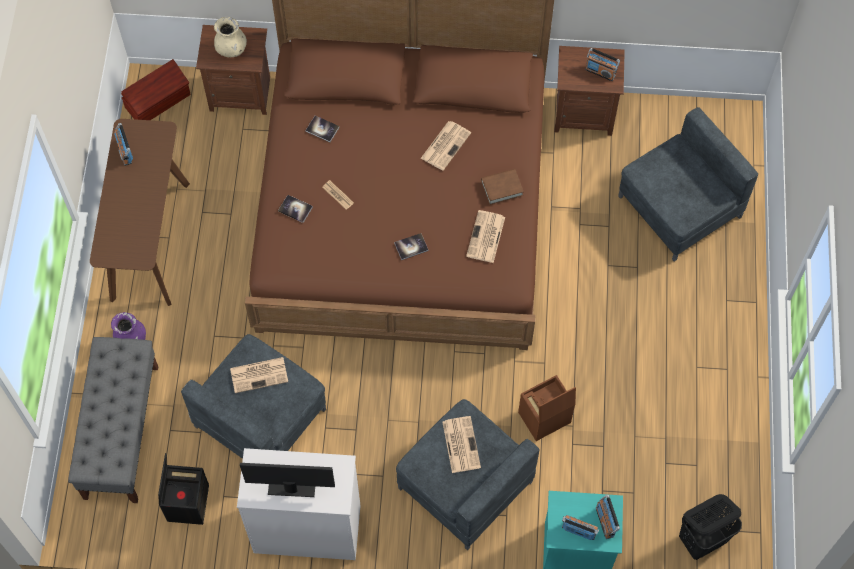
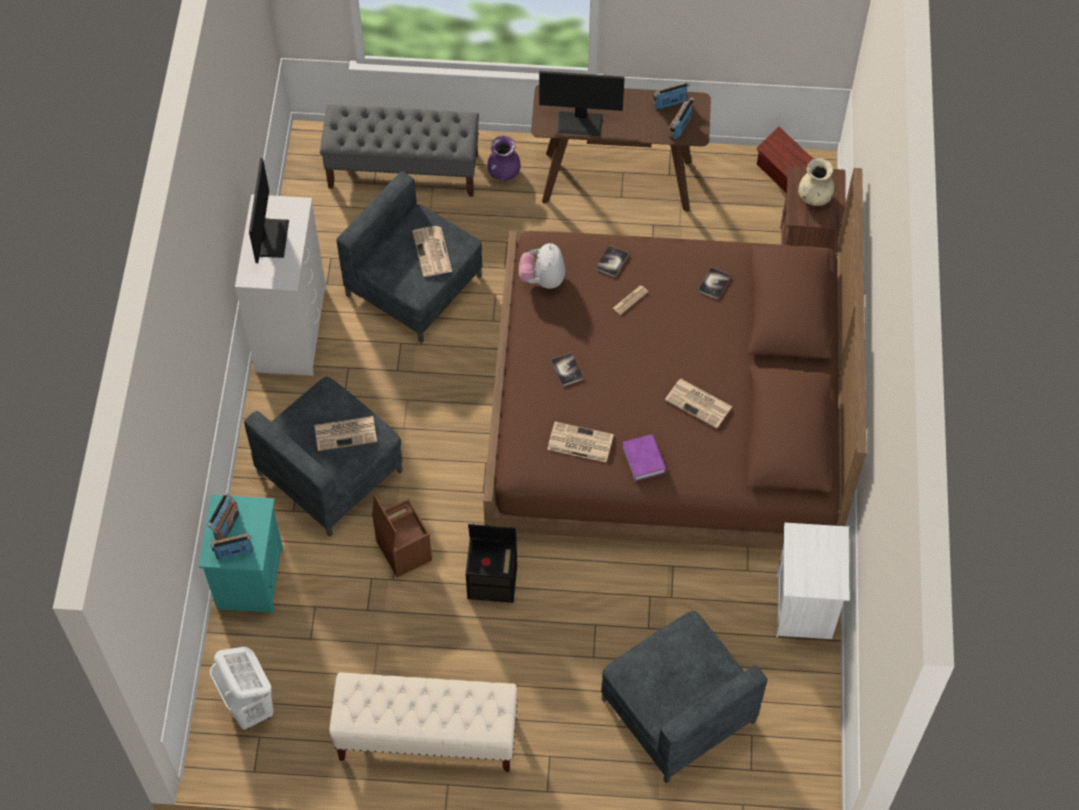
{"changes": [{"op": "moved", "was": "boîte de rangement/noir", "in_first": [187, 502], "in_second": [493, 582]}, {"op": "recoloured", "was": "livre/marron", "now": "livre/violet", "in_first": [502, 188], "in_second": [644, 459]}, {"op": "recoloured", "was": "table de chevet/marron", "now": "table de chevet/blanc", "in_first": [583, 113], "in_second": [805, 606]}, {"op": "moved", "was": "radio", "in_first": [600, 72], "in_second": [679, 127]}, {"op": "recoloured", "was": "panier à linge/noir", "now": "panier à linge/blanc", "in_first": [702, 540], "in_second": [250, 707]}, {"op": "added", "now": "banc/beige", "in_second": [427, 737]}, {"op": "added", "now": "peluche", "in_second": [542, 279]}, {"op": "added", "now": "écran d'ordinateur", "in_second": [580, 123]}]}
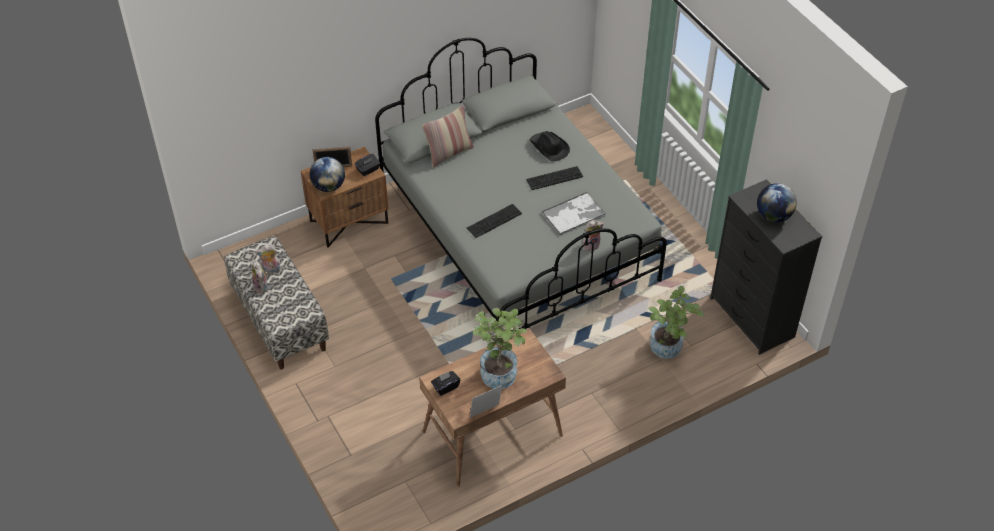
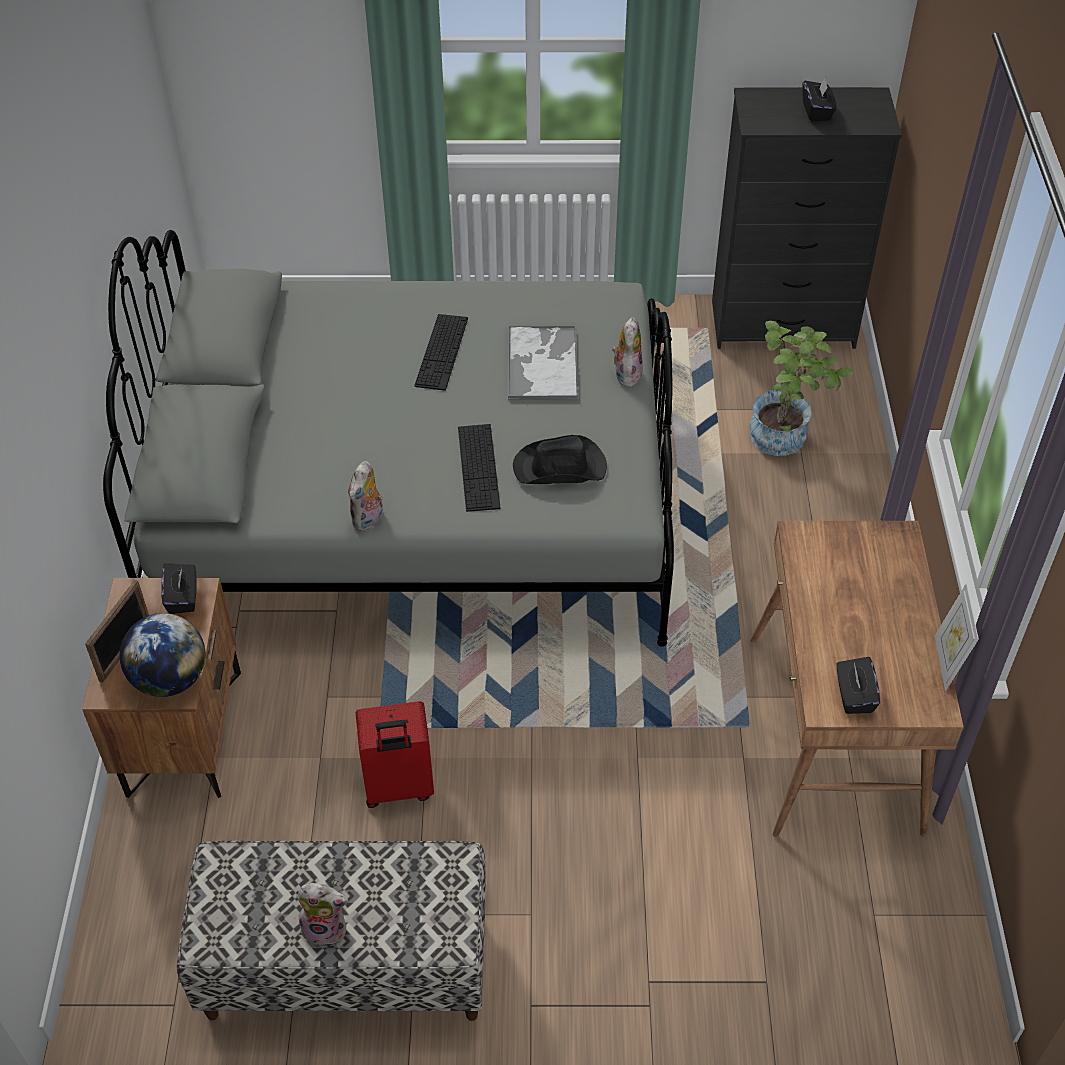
{"changes": [{"op": "moved", "was": "peluche", "in_first": [271, 270], "in_second": [369, 520]}, {"op": "removed", "was": "coussin", "in_first": [449, 153]}, {"op": "removed", "was": "plante en pot", "in_first": [499, 370]}, {"op": "moved", "was": "chapeau/noir", "in_first": [549, 147], "in_second": [560, 467]}, {"op": "replaced", "was": "globe", "now": "boîte à mouchoirs/noir", "in_first": [773, 216], "in_second": [817, 111]}, {"op": "added", "now": "valise/rouge", "in_second": [398, 788]}]}
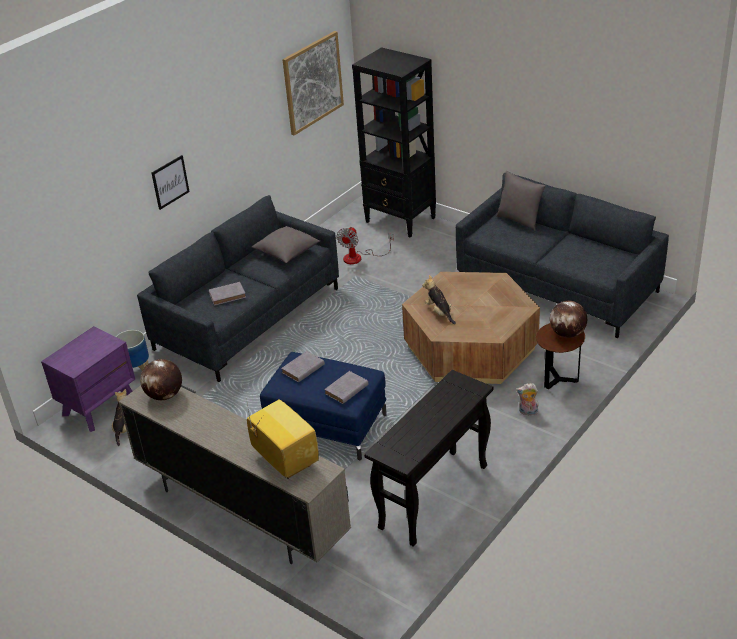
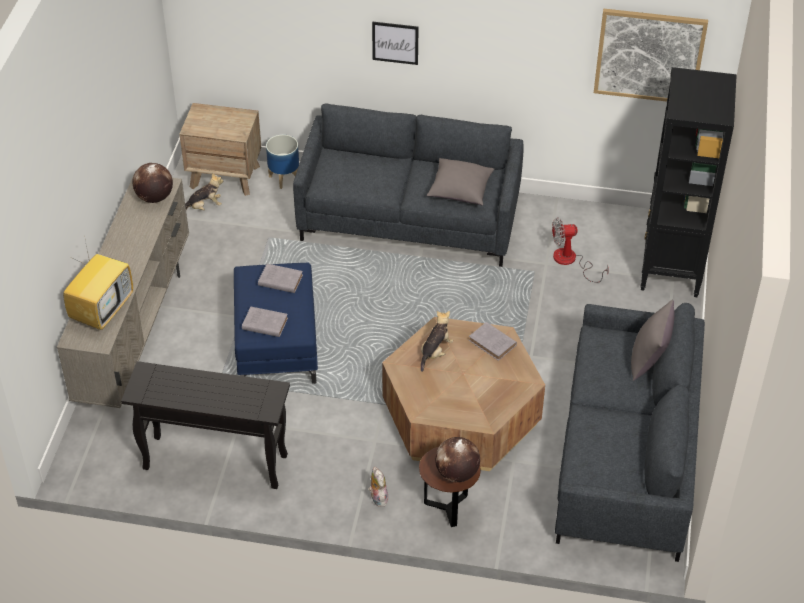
{"changes": [{"op": "recoloured", "was": "table de chevet/violet", "now": "table de chevet/marron", "in_first": [99, 406], "in_second": [225, 176]}, {"op": "moved", "was": "livre/gris", "in_first": [228, 295], "in_second": [493, 343]}]}
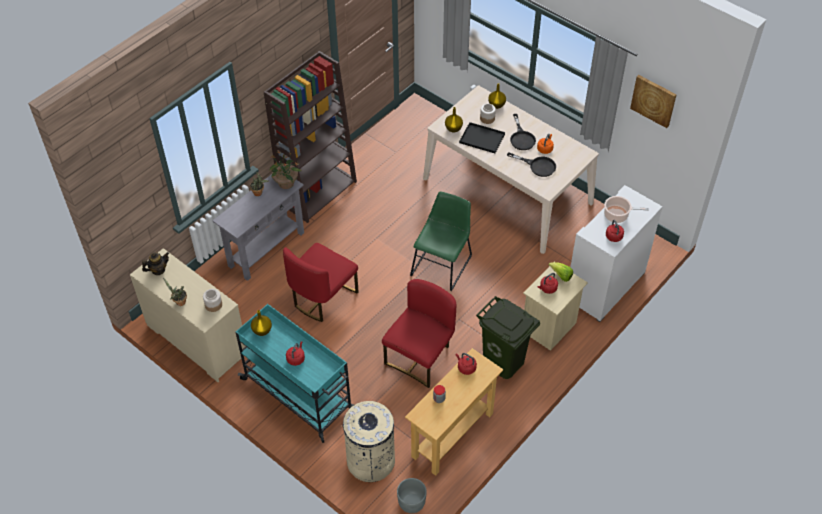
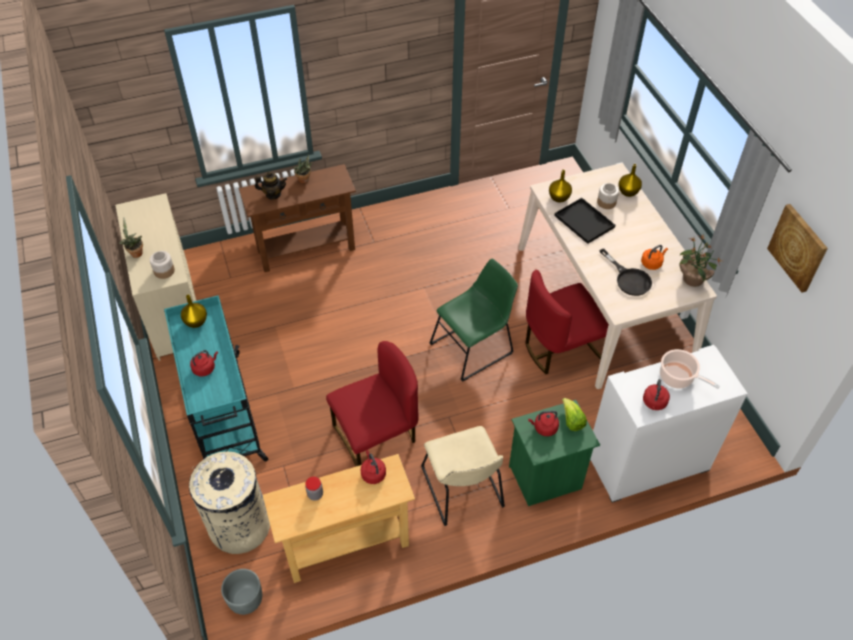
{"changes": [{"op": "moved", "was": "théière", "in_first": [158, 270], "in_second": [273, 194]}, {"op": "recoloured", "was": "table console/gris", "now": "table console/marron", "in_first": [266, 249], "in_second": [306, 249]}, {"op": "removed", "was": "bibliothèque/marron", "in_first": [318, 192]}, {"op": "moved", "was": "plante en pot", "in_first": [286, 183], "in_second": [693, 279]}, {"op": "moved", "was": "chaise/rouge", "in_first": [323, 297], "in_second": [561, 348]}, {"op": "replaced", "was": "poubelle/vert", "now": "chaise/beige", "in_first": [503, 362], "in_second": [463, 490]}, {"op": "removed", "was": "poêle/noir", "in_first": [521, 138]}, {"op": "recoloured", "was": "table de chevet/beige", "now": "table de chevet/vert", "in_first": [550, 327], "in_second": [546, 478]}]}
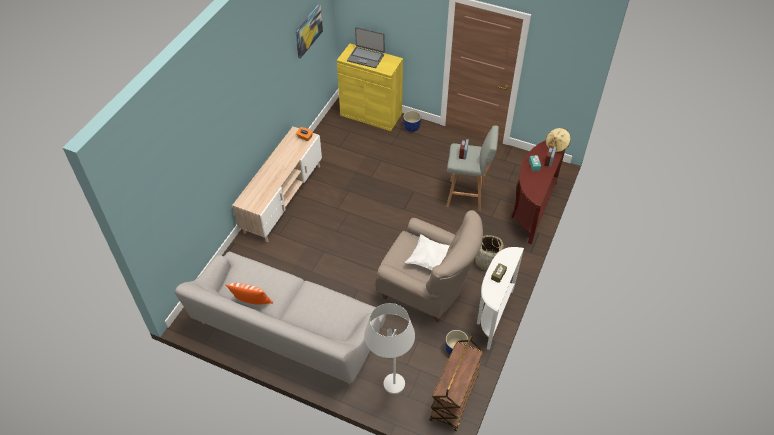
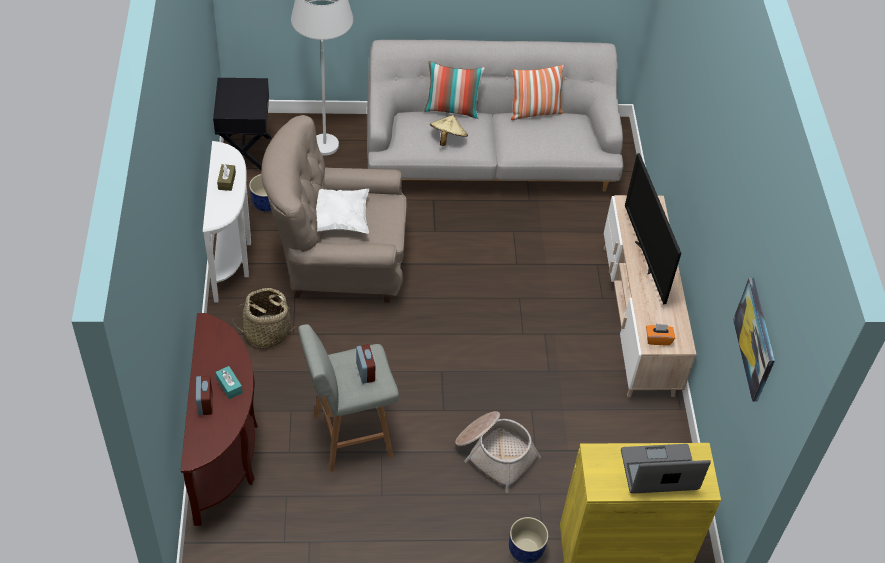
{"changes": [{"op": "replaced", "was": "chariot/marron", "now": "table de chevet/noir", "in_first": [454, 398], "in_second": [245, 154]}, {"op": "moved", "was": "chapeau/beige", "in_first": [556, 146], "in_second": [447, 139]}, {"op": "added", "now": "coussin", "in_second": [452, 109]}, {"op": "added", "now": "panier", "in_second": [494, 453]}, {"op": "added", "now": "téléviseur", "in_second": [646, 257]}]}
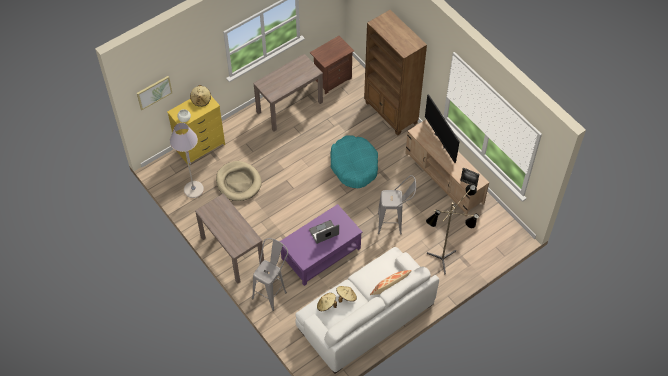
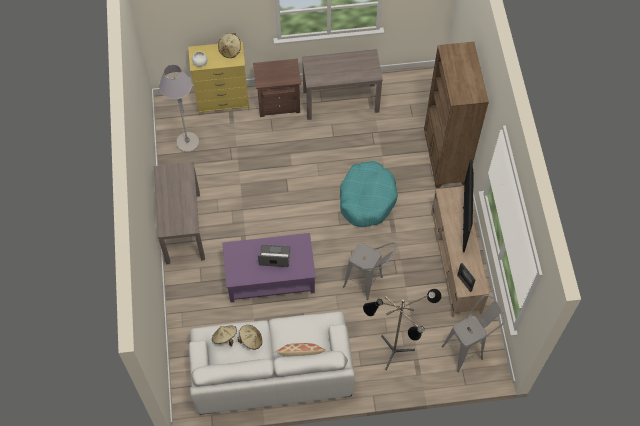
{"changes": [{"op": "removed", "was": "tableau", "in_first": [154, 92]}, {"op": "removed", "was": "panier pour chien/beige", "in_first": [238, 182]}, {"op": "moved", "was": "tabouret/gris", "in_first": [272, 291], "in_second": [467, 349]}, {"op": "moved", "was": "table de chevet/marron", "in_first": [332, 79], "in_second": [279, 103]}]}
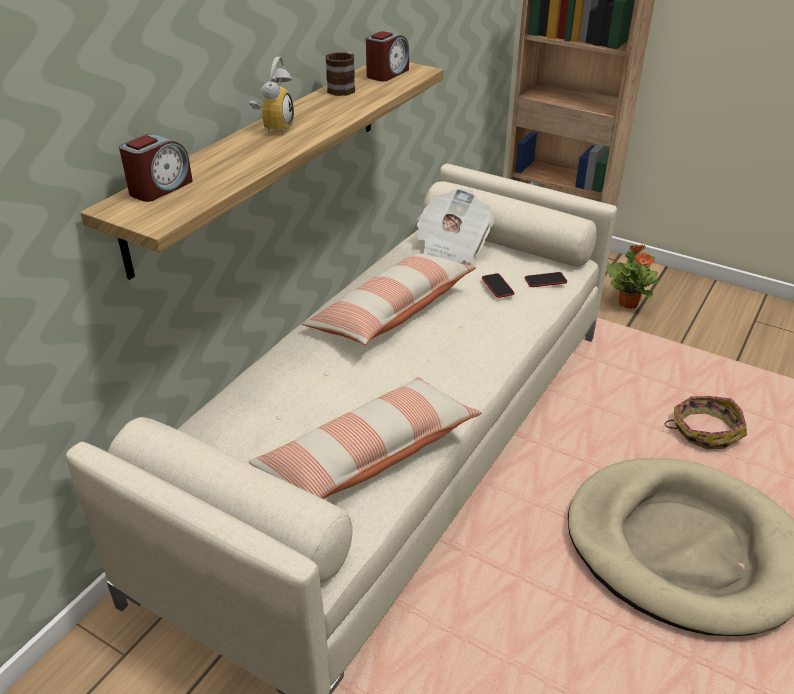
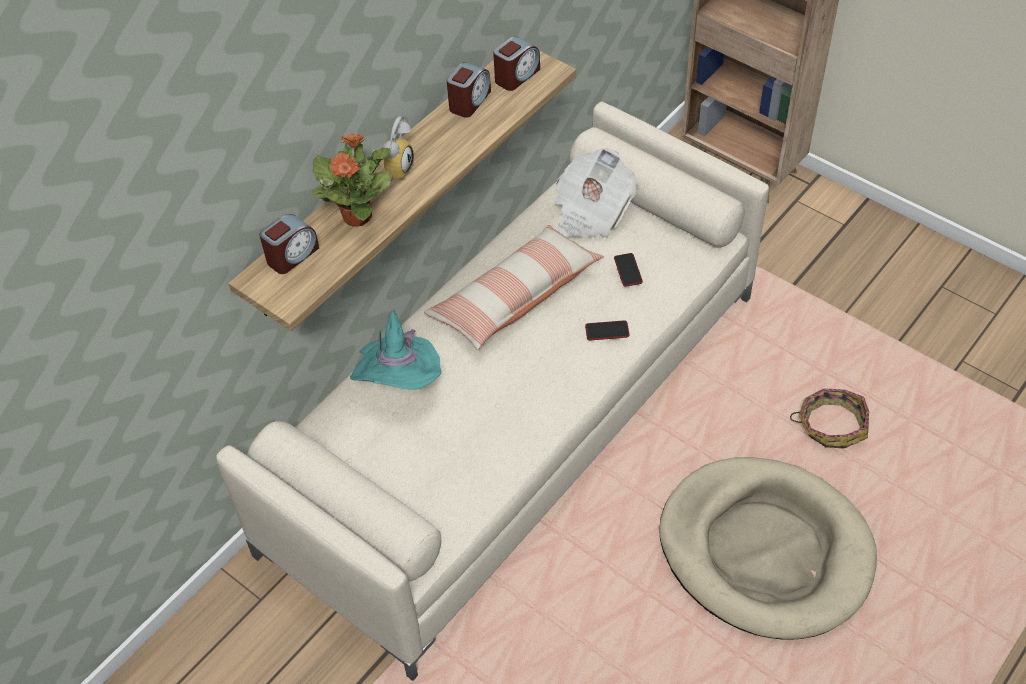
{"changes": [{"op": "removed", "was": "coussin", "in_first": [368, 455]}, {"op": "replaced", "was": "mug", "now": "réveil", "in_first": [344, 88], "in_second": [469, 101]}, {"op": "moved", "was": "téléphone", "in_first": [545, 280], "in_second": [607, 331]}, {"op": "moved", "was": "plante en pot", "in_first": [628, 303], "in_second": [358, 215]}, {"op": "added", "now": "chapeau/turquoise", "in_second": [401, 381]}]}
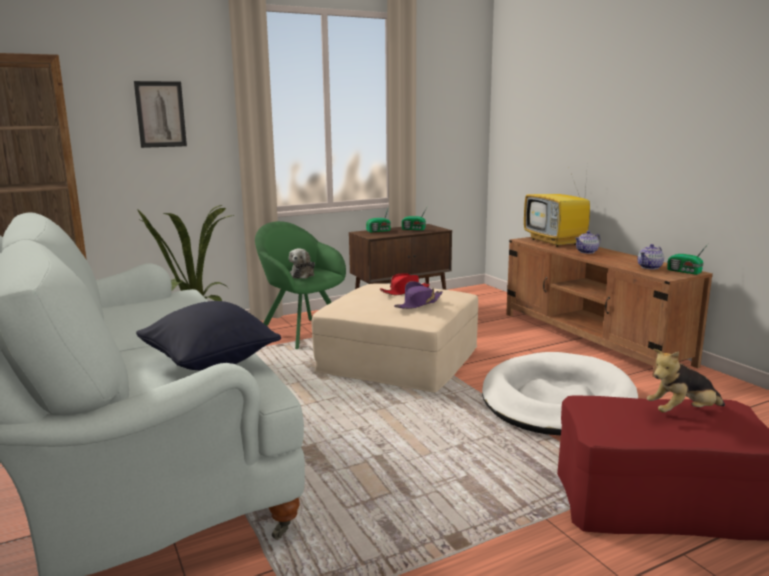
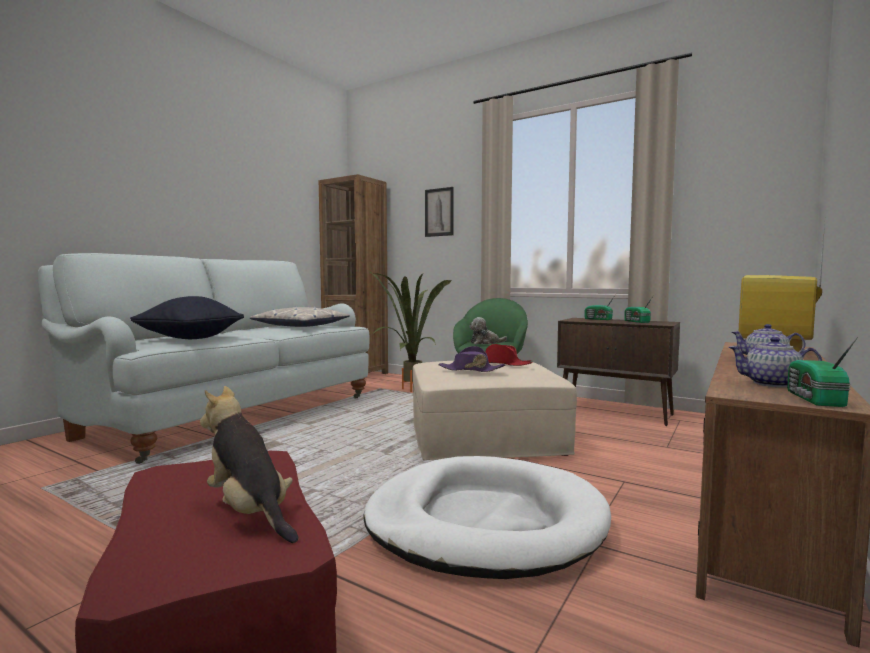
{"changes": [{"op": "added", "now": "coussin", "in_second": [301, 326]}]}
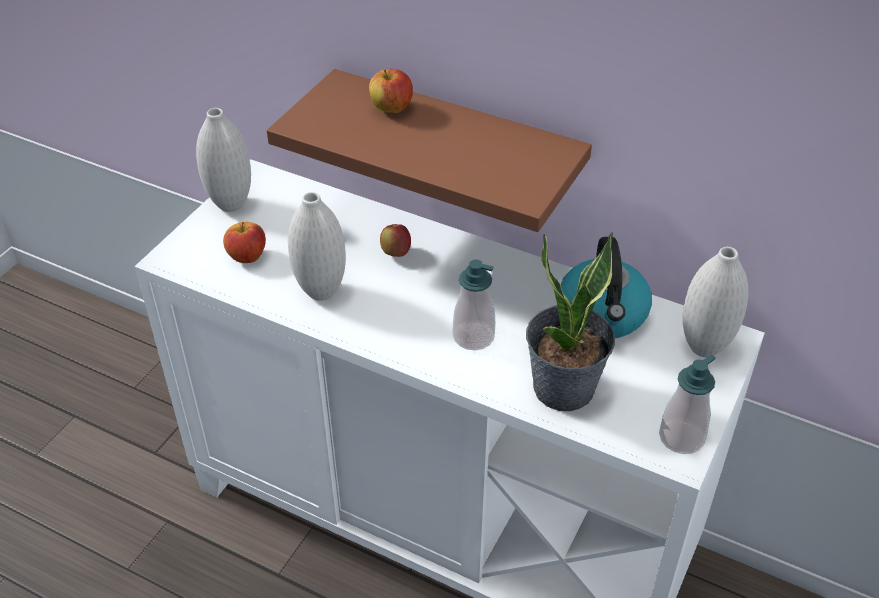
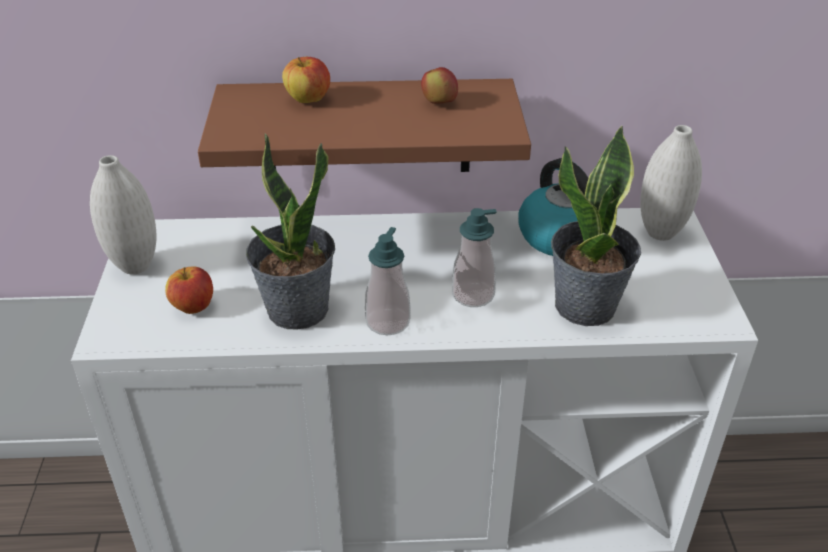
{"changes": [{"op": "replaced", "was": "vase/blanc", "now": "plante en pot", "in_first": [321, 291], "in_second": [297, 310]}, {"op": "moved", "was": "pomme", "in_first": [396, 252], "in_second": [439, 103]}, {"op": "moved", "was": "distributeur de savon", "in_first": [681, 437], "in_second": [388, 322]}]}
